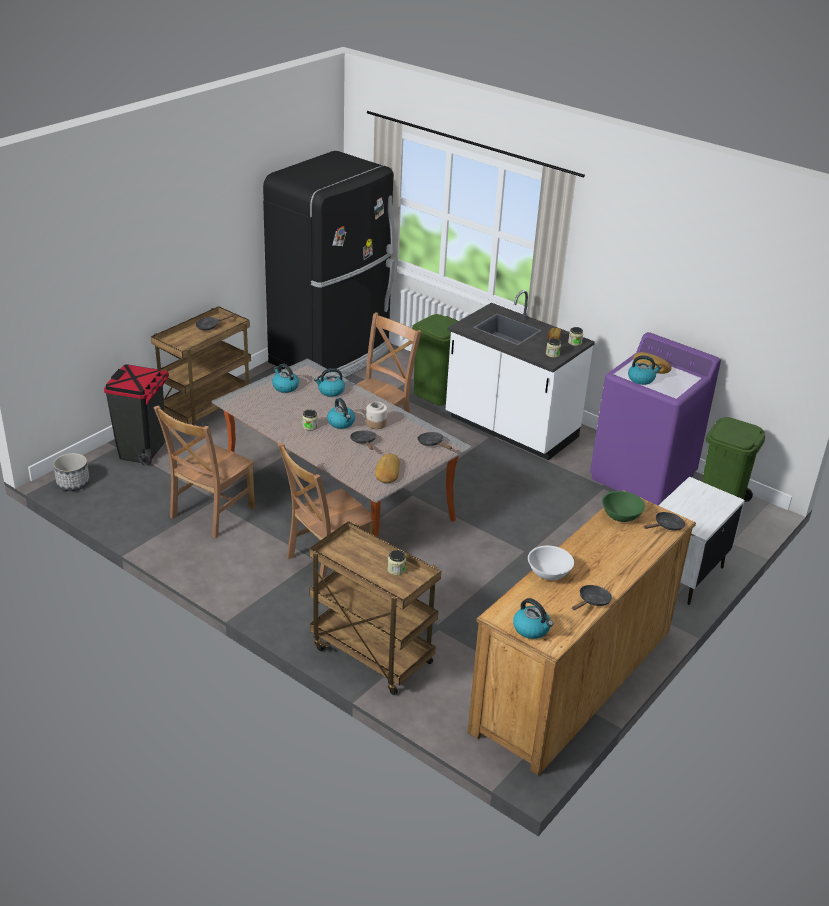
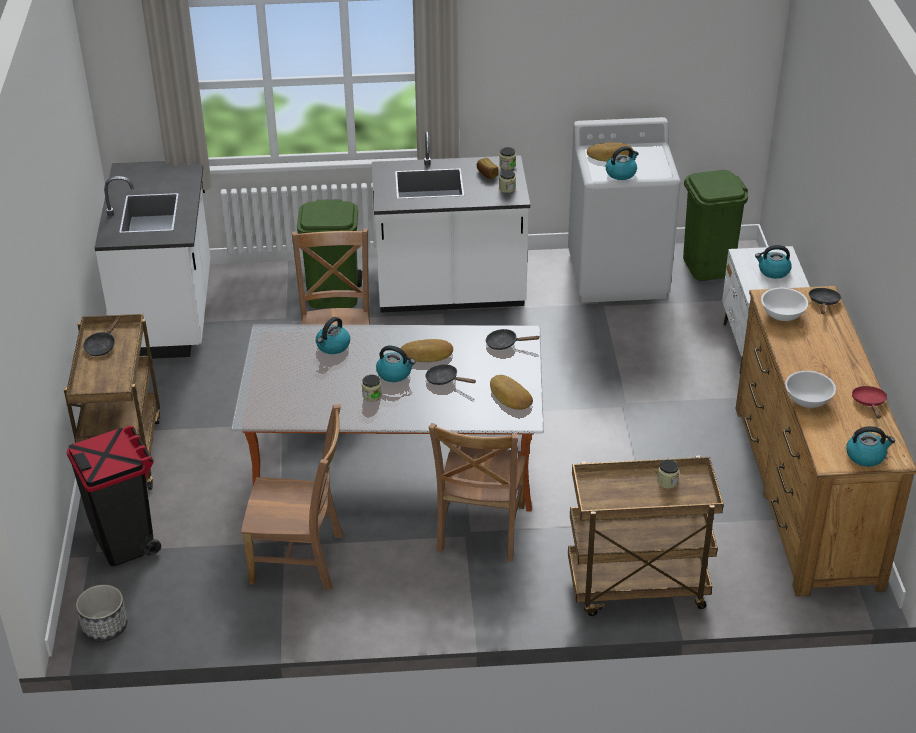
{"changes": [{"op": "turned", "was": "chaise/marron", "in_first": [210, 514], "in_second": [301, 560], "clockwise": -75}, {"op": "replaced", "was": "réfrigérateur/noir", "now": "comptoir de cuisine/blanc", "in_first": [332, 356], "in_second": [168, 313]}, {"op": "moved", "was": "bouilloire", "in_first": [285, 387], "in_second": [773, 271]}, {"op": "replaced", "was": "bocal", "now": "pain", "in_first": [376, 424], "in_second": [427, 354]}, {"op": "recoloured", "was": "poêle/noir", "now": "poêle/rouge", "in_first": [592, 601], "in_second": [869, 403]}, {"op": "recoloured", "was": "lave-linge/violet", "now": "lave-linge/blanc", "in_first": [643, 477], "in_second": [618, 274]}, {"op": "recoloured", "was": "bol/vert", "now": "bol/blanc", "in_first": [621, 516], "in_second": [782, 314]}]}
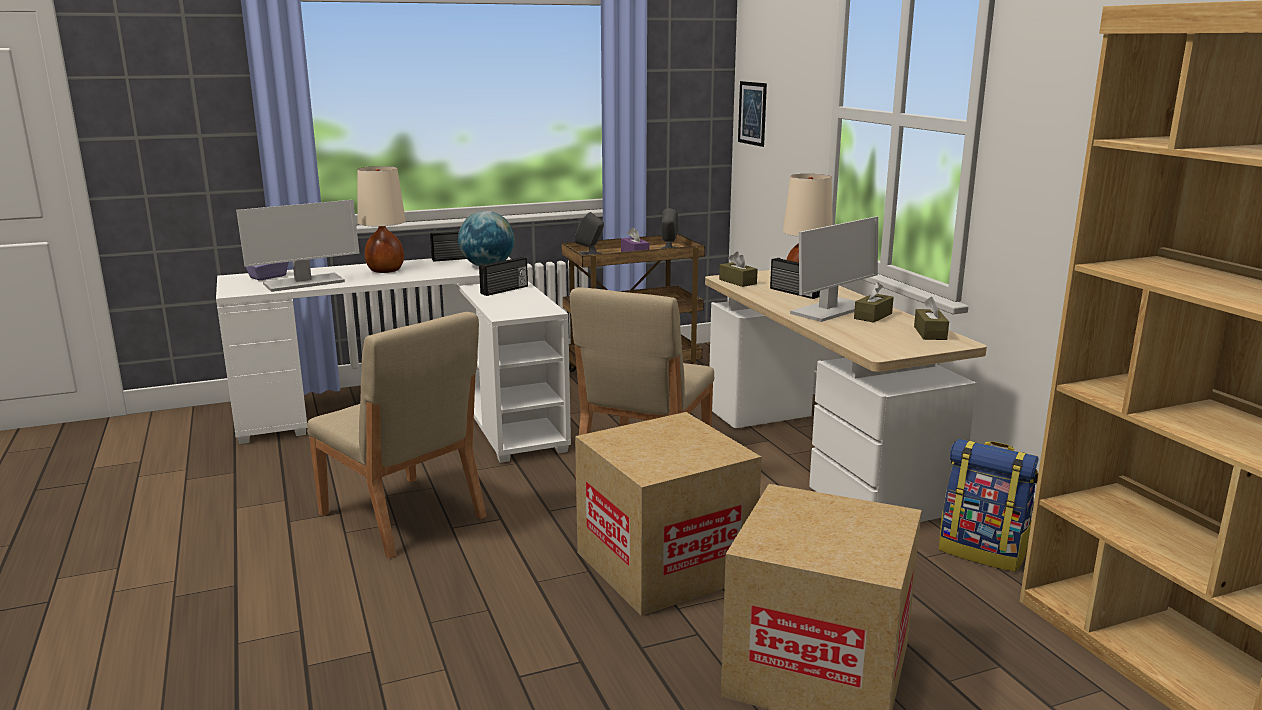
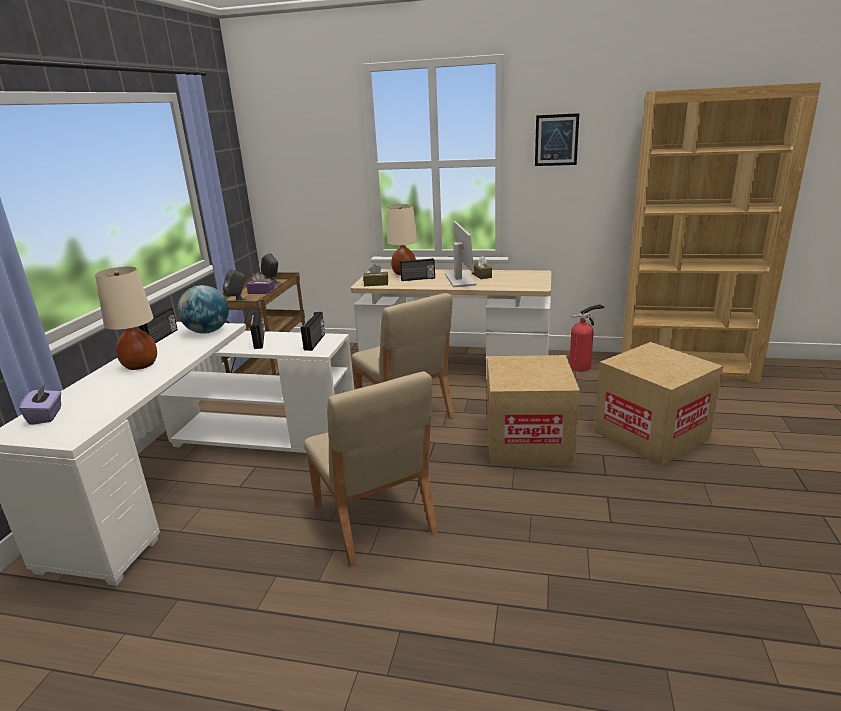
{"changes": [{"op": "removed", "was": "écran d'ordinateur", "in_first": [303, 283]}, {"op": "turned", "was": "chaise/beige", "in_first": [402, 516], "in_second": [373, 520], "clockwise": 75}, {"op": "moved", "was": "tableau", "in_first": [752, 113], "in_second": [556, 140]}, {"op": "removed", "was": "boîte à mouchoirs/marron", "in_first": [930, 333]}, {"op": "replaced", "was": "sac à dos", "now": "extincteur", "in_first": [983, 552], "in_second": [582, 366]}, {"op": "added", "now": "radio", "in_second": [315, 342]}]}
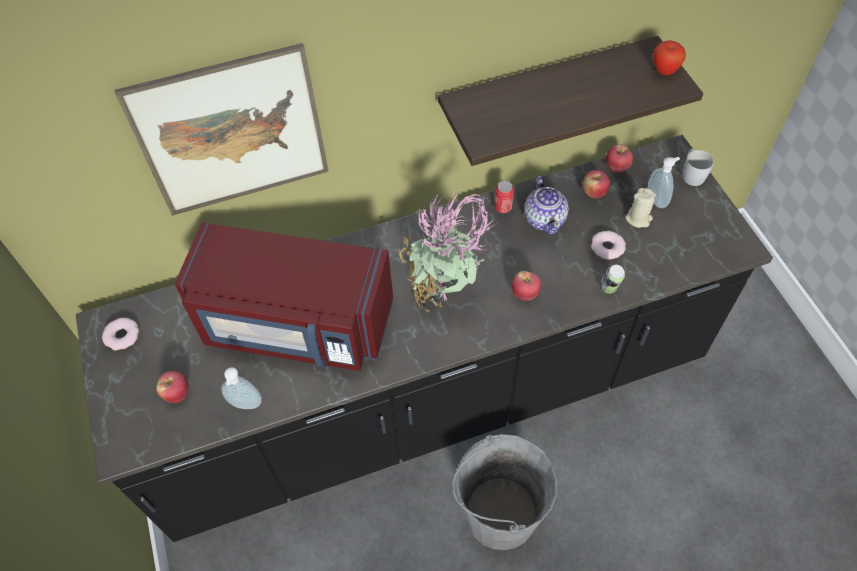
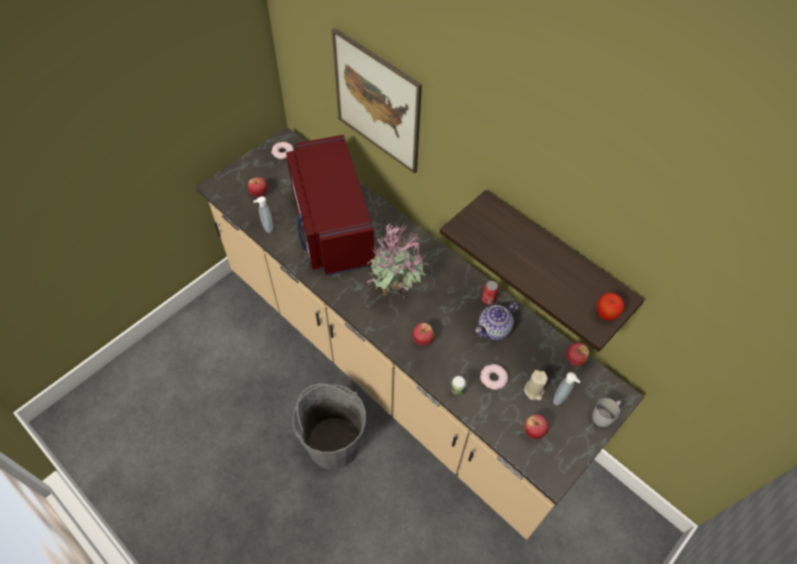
{"changes": [{"op": "recoloured", "was": "comptoir de cuisine/noir", "now": "comptoir de cuisine/beige", "in_first": [432, 398], "in_second": [395, 366]}, {"op": "moved", "was": "pomme", "in_first": [594, 192], "in_second": [533, 431]}]}
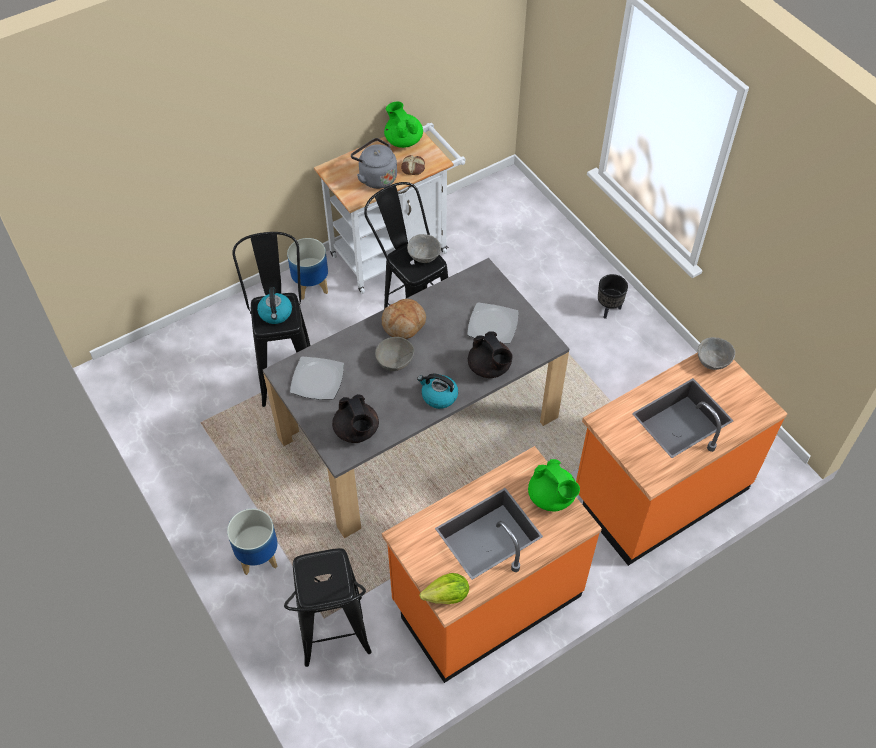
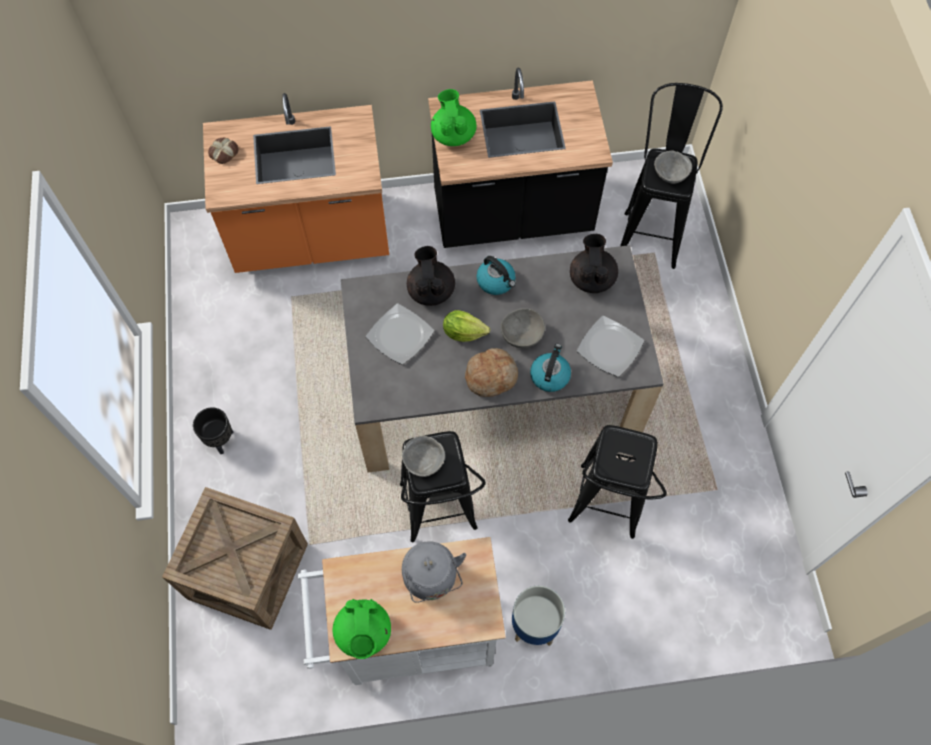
{"changes": [{"op": "removed", "was": "cache-pot", "in_first": [259, 556]}, {"op": "moved", "was": "bouilloire", "in_first": [276, 314], "in_second": [549, 375]}, {"op": "recoloured", "was": "comptoir de cuisine/orange", "now": "comptoir de cuisine/noir", "in_first": [485, 598], "in_second": [512, 215]}, {"op": "moved", "was": "pain", "in_first": [413, 168], "in_second": [223, 152]}, {"op": "moved", "was": "laitue", "in_first": [447, 596], "in_second": [463, 332]}, {"op": "moved", "was": "bol/gris", "in_first": [713, 361], "in_second": [669, 175]}, {"op": "added", "now": "caisse", "in_second": [248, 571]}]}
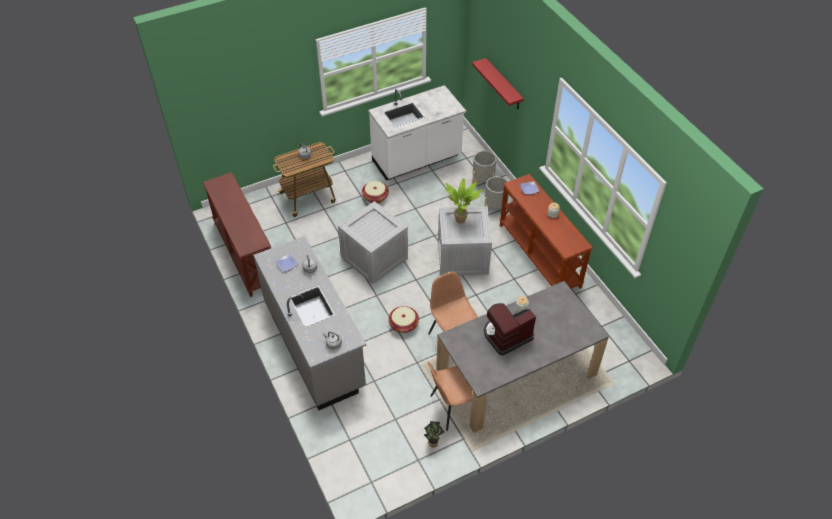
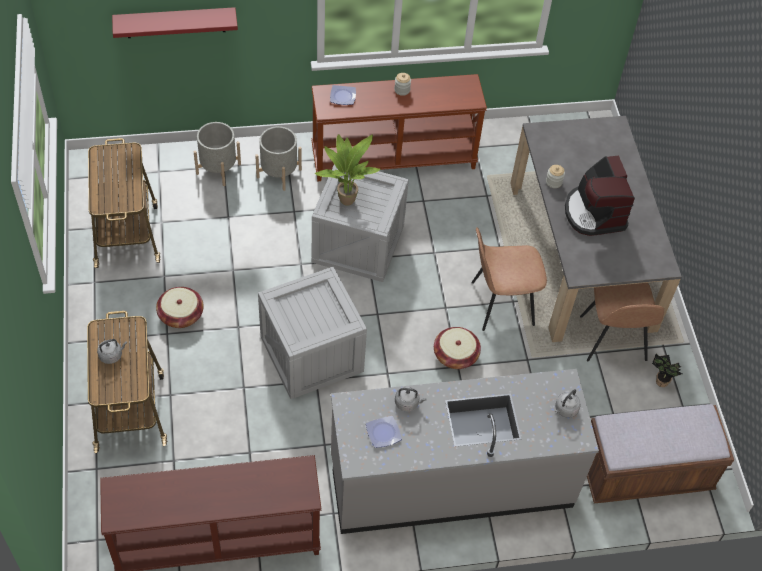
{"changes": [{"op": "replaced", "was": "comptoir de cuisine/blanc", "now": "chariot", "in_first": [417, 160], "in_second": [126, 234]}, {"op": "added", "now": "banc/marron", "in_second": [645, 473]}]}
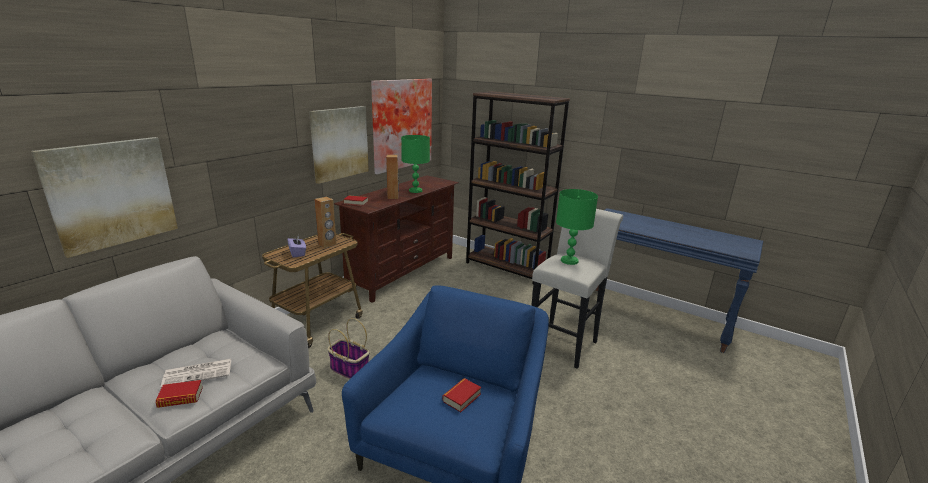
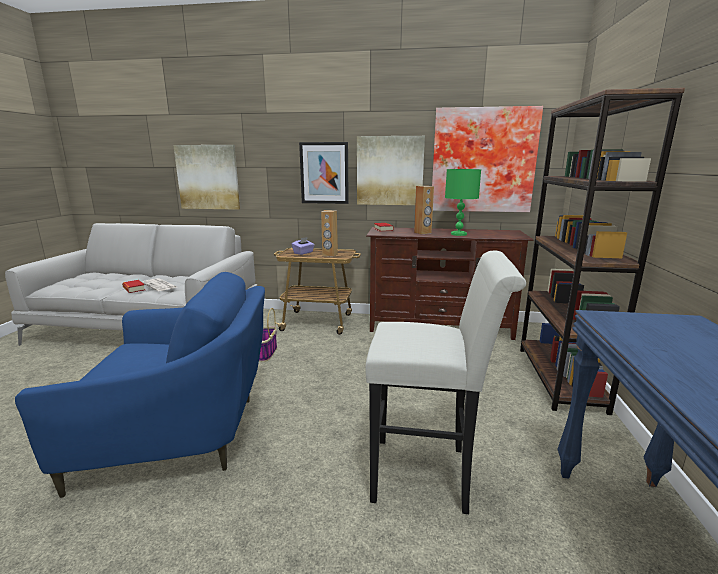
{"changes": [{"op": "removed", "was": "livre", "in_first": [461, 397]}, {"op": "removed", "was": "lampe de table/vert", "in_first": [569, 260]}, {"op": "added", "now": "tableau", "in_second": [324, 173]}]}
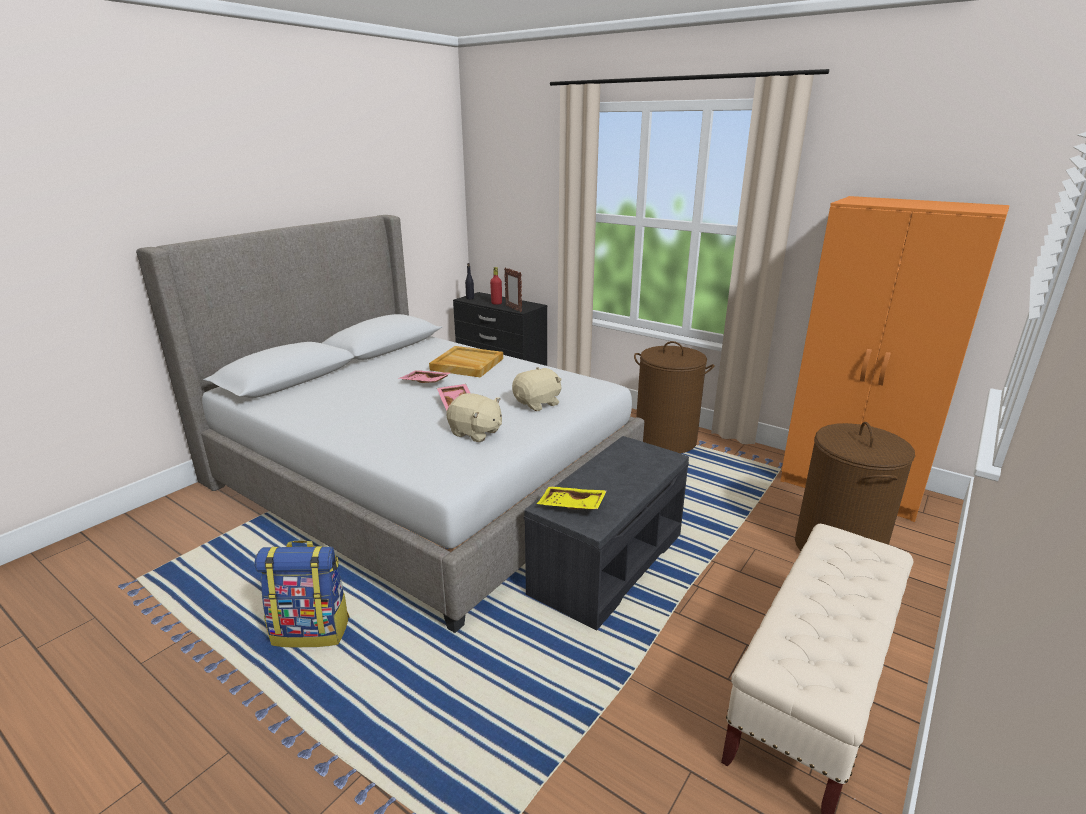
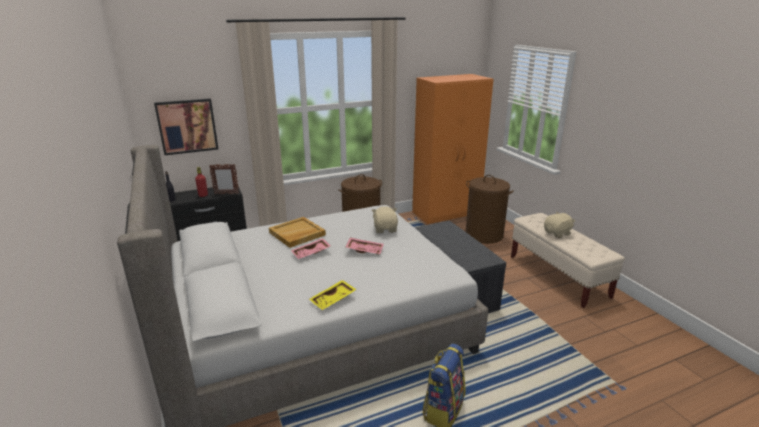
{"changes": [{"op": "moved", "was": "peluche/beige", "in_first": [475, 433], "in_second": [557, 233]}, {"op": "moved", "was": "plateau/jaune", "in_first": [571, 506], "in_second": [333, 300]}, {"op": "added", "now": "tableau", "in_second": [187, 126]}]}
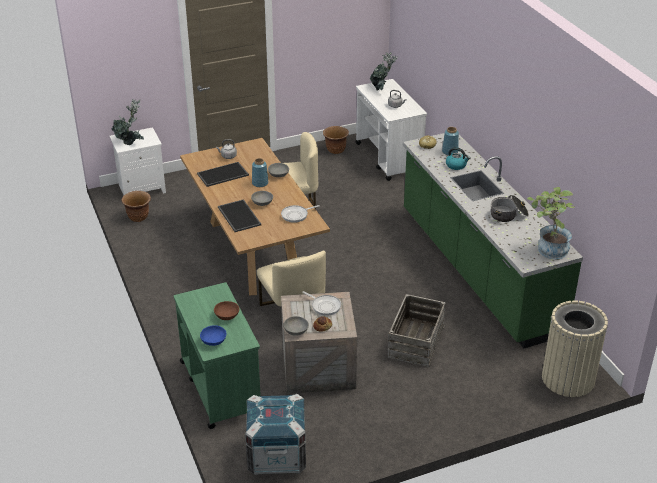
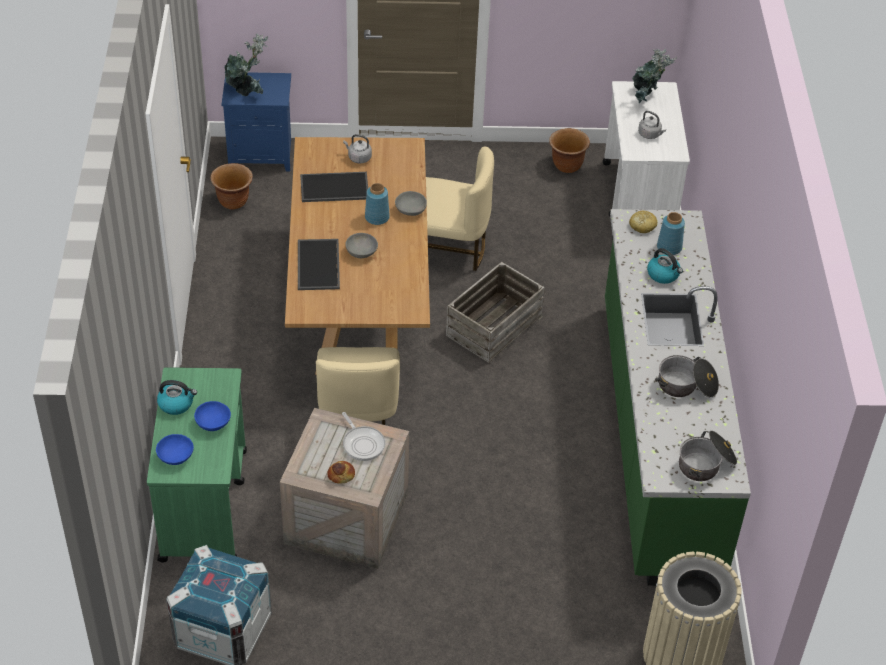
{"changes": [{"op": "recoloured", "was": "table de chevet/blanc", "now": "table de chevet/bleu", "in_first": [142, 188], "in_second": [262, 154]}, {"op": "recoloured", "was": "bol/marron", "now": "bol/bleu", "in_first": [227, 316], "in_second": [213, 423]}, {"op": "removed", "was": "poêle", "in_first": [296, 215]}, {"op": "removed", "was": "bol/gris", "in_first": [296, 331]}, {"op": "moved", "was": "caisse", "in_first": [415, 341], "in_second": [493, 326]}, {"op": "replaced", "was": "plante en pot", "now": "marmite", "in_first": [548, 249], "in_second": [706, 464]}, {"op": "added", "now": "bouilloire", "in_second": [176, 404]}]}
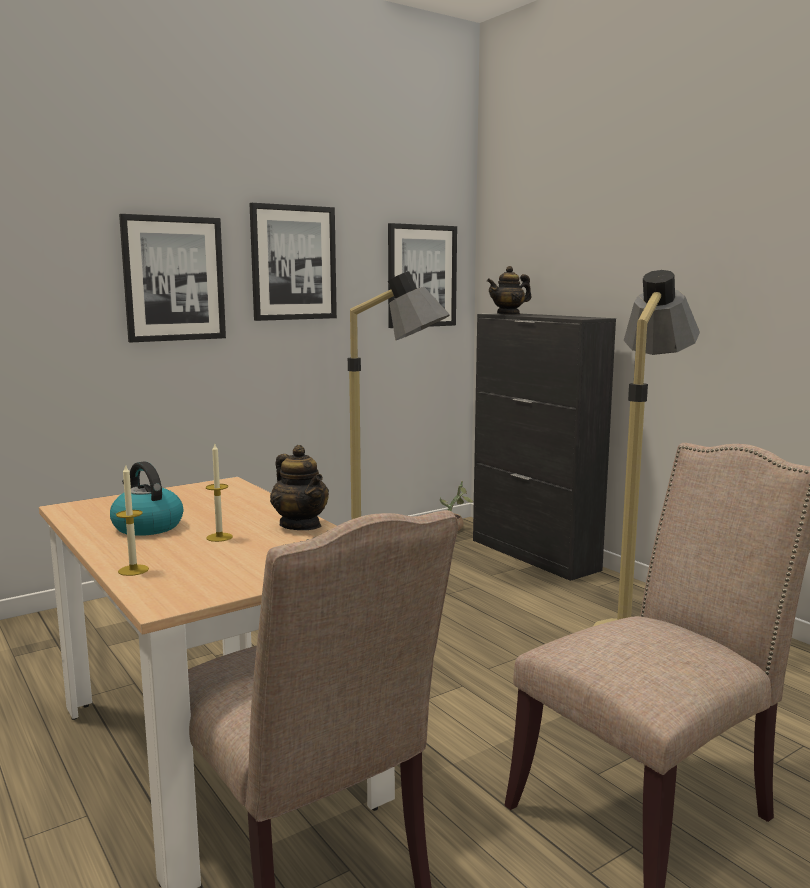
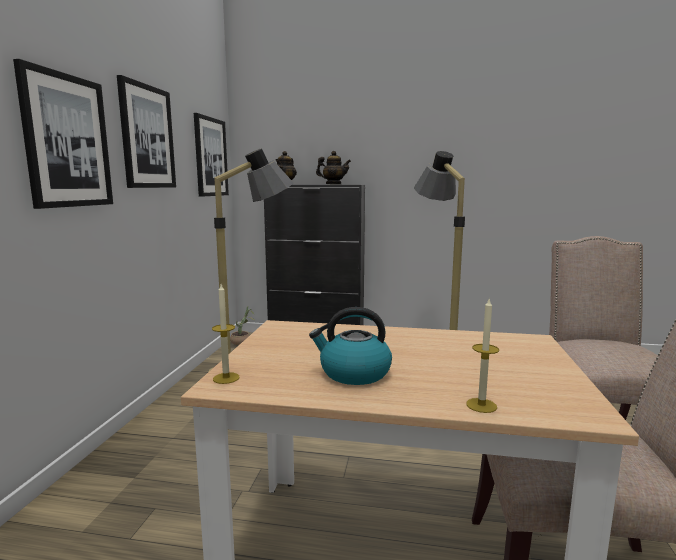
{"changes": [{"op": "moved", "was": "bougie", "in_first": [219, 537], "in_second": [226, 378]}, {"op": "moved", "was": "théière", "in_first": [300, 525], "in_second": [333, 184]}]}
